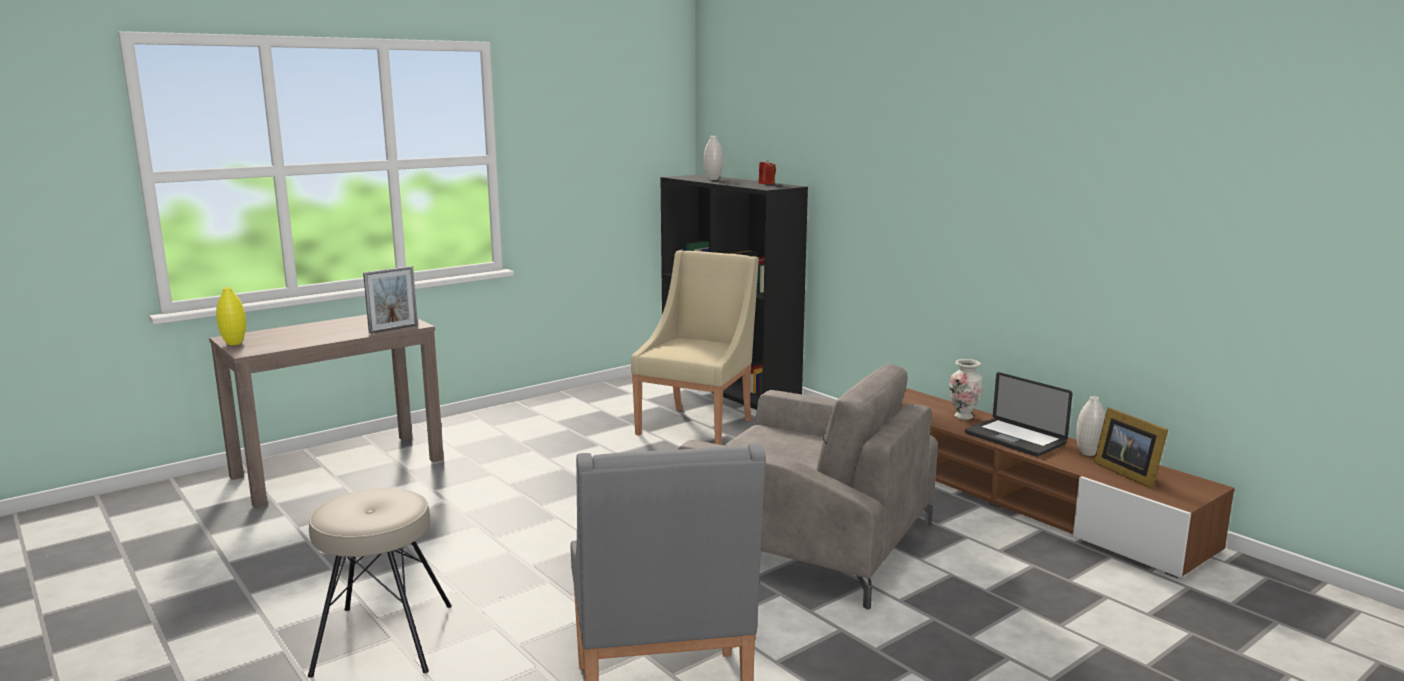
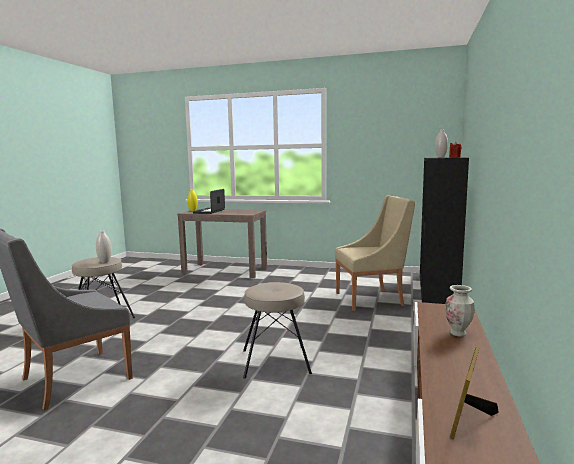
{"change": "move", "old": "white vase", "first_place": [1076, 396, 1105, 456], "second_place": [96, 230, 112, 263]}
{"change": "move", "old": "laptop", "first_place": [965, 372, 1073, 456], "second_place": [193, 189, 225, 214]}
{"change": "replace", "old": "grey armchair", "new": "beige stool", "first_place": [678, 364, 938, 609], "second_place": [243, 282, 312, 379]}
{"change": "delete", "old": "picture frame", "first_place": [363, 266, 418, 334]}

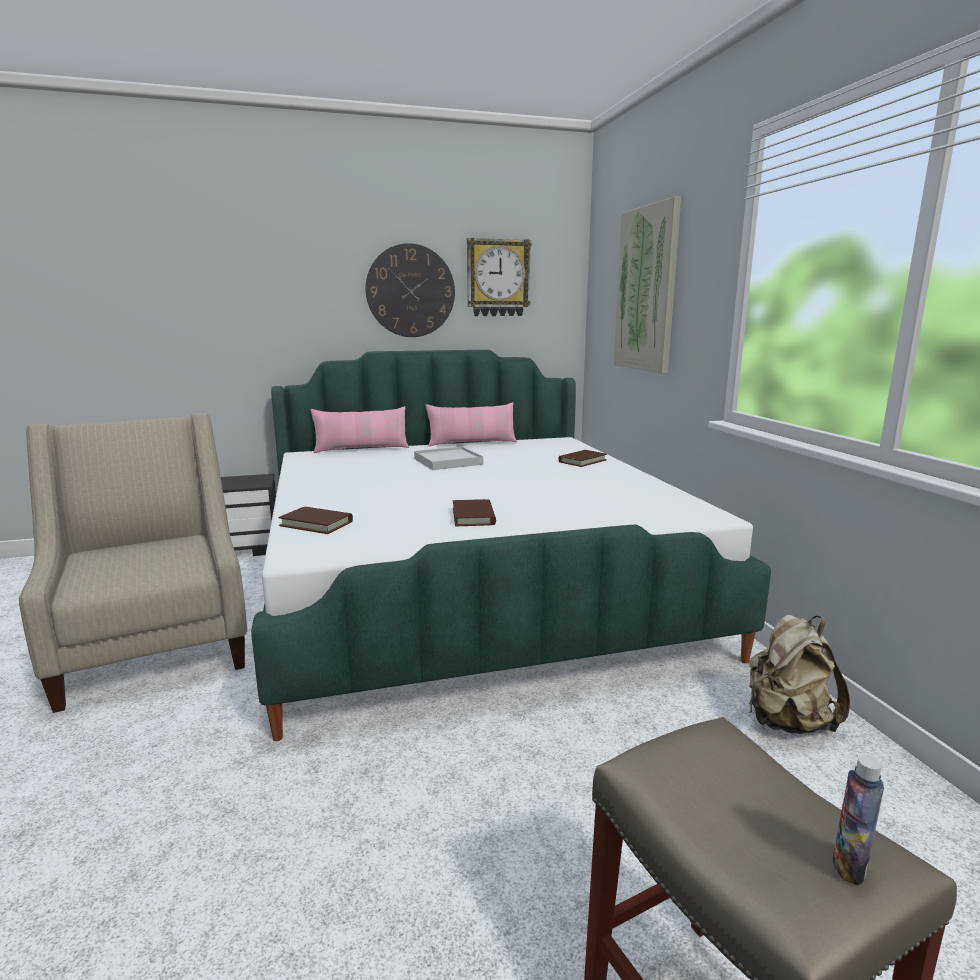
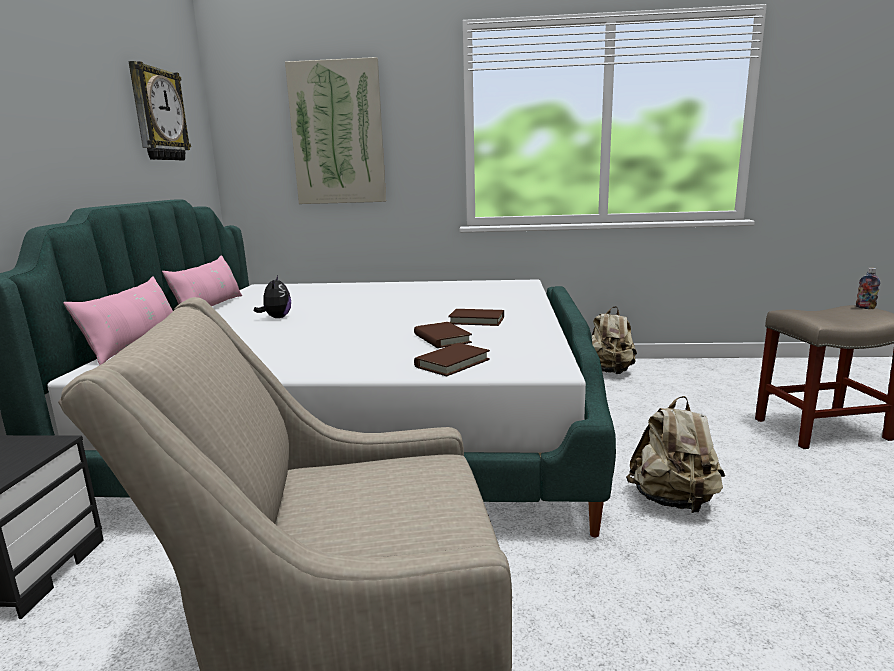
{"change": "replace", "old": "white tray", "new": "plush toy", "first_place": [414, 447, 483, 470], "second_place": [254, 276, 291, 318]}
{"change": "move", "old": "brown book", "first_place": [558, 450, 607, 467], "second_place": [414, 322, 472, 348]}
{"change": "insert", "new": "beige backpack", "second_place": [626, 396, 725, 513]}
{"change": "delete", "old": "wall clock", "first_place": [365, 243, 455, 337]}

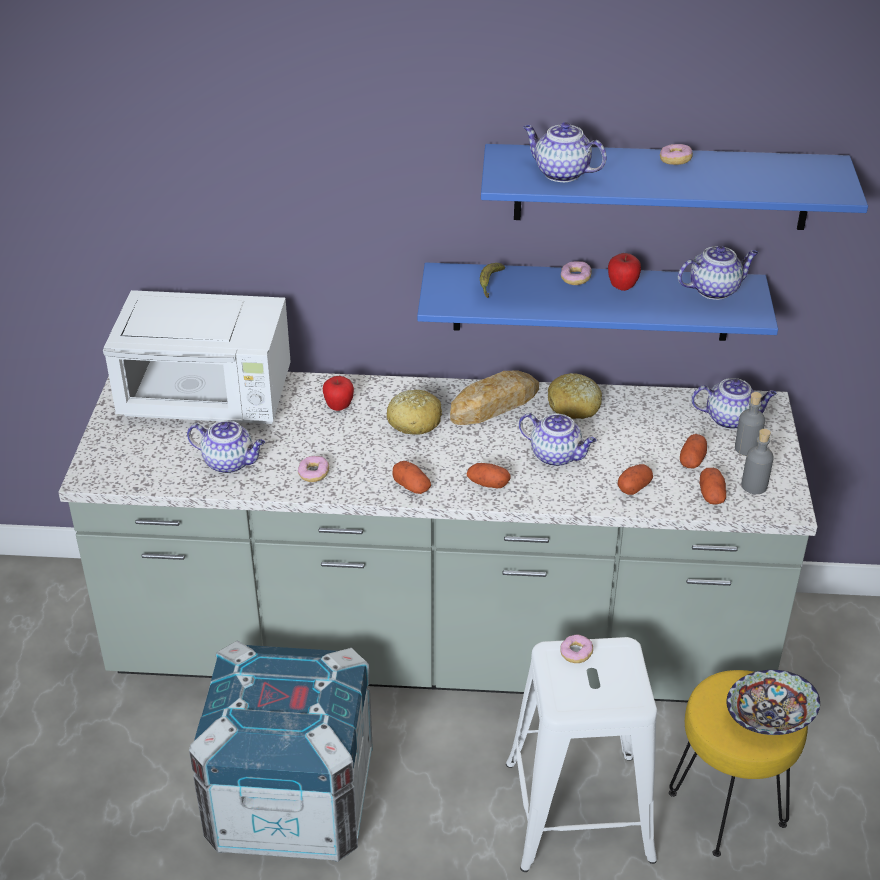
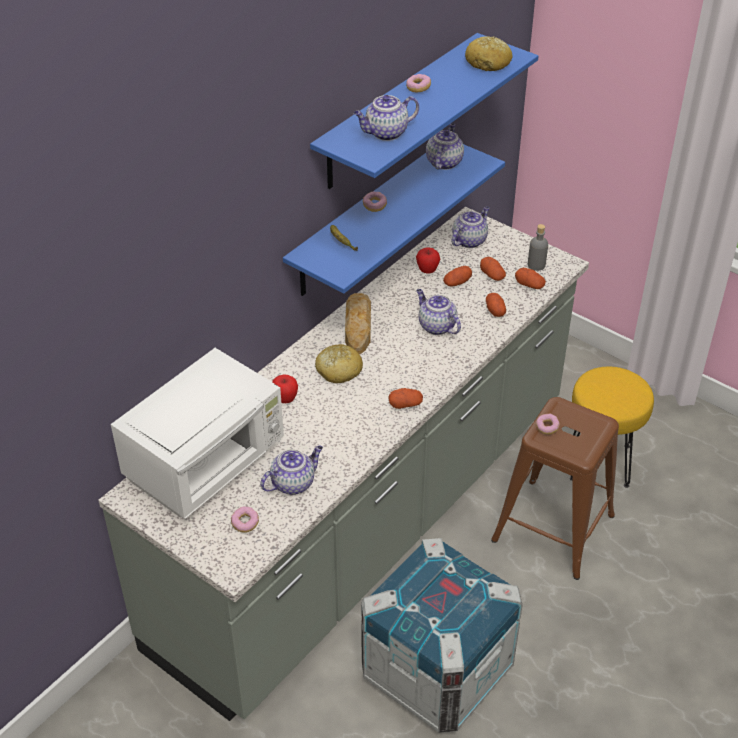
{"change": "move", "old": "donut", "first_place": [298, 456, 329, 482], "second_place": [231, 506, 259, 533]}
{"change": "move", "old": "apple", "first_place": [608, 253, 641, 291], "second_place": [416, 248, 440, 274]}
{"change": "rotate", "old": "teapot", "first_place": [519, 413, 597, 466], "second_place": [416, 289, 461, 335], "degrees": -105}
{"change": "move", "old": "potato", "first_place": [467, 463, 511, 488], "second_place": [443, 266, 472, 286]}
{"change": "move", "old": "bread", "first_place": [548, 373, 602, 419], "second_place": [465, 36, 512, 71]}
{"change": "recolor", "old": "white stool", "new": "brown stool", "first_place": [506, 637, 657, 872], "second_place": [491, 397, 619, 580]}
{"change": "delete", "old": "bowl", "first_place": [726, 670, 820, 735]}
{"change": "delete", "old": "grey bottle", "first_place": [735, 392, 765, 456]}

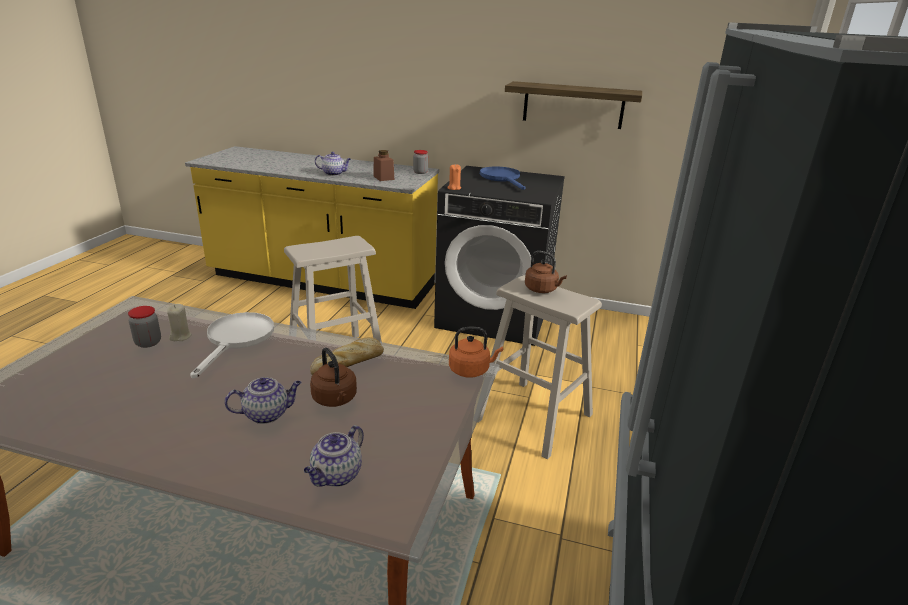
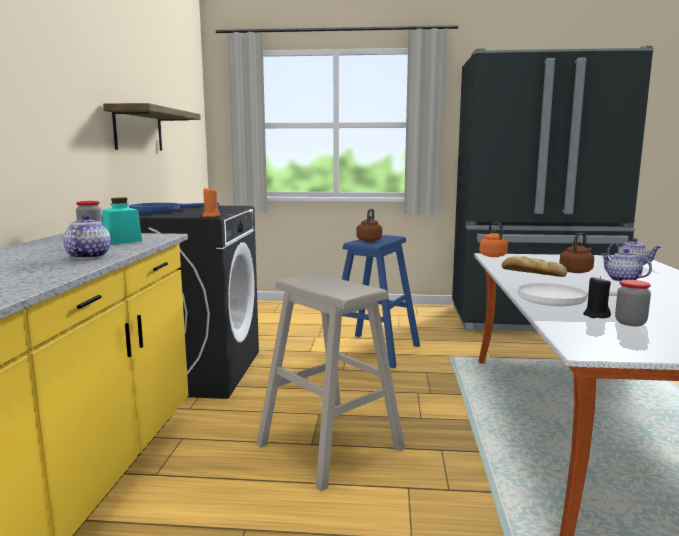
{"change": "recolor", "old": "brown jar", "new": "turquoise jar", "first_place": [373, 150, 394, 181], "second_place": [102, 198, 142, 245]}
{"change": "recolor", "old": "beige stool", "new": "blue stool", "first_place": [477, 275, 602, 459], "second_place": [342, 235, 420, 368]}
{"change": "recolor", "old": "beige candle", "new": "black candle", "first_place": [167, 304, 192, 341], "second_place": [583, 276, 611, 318]}

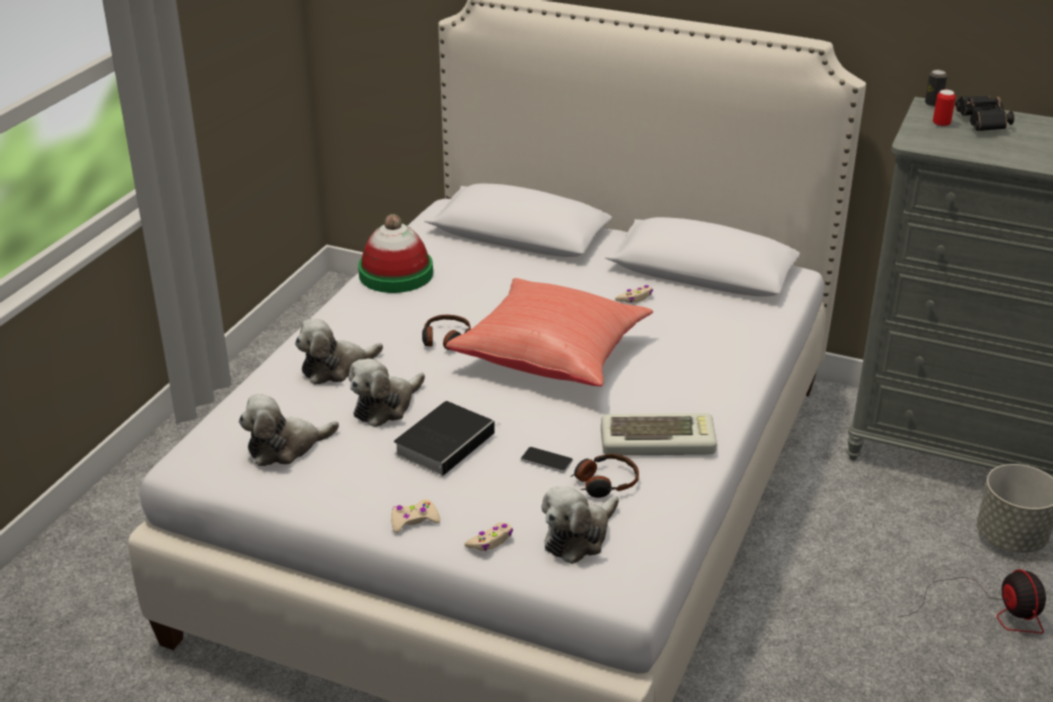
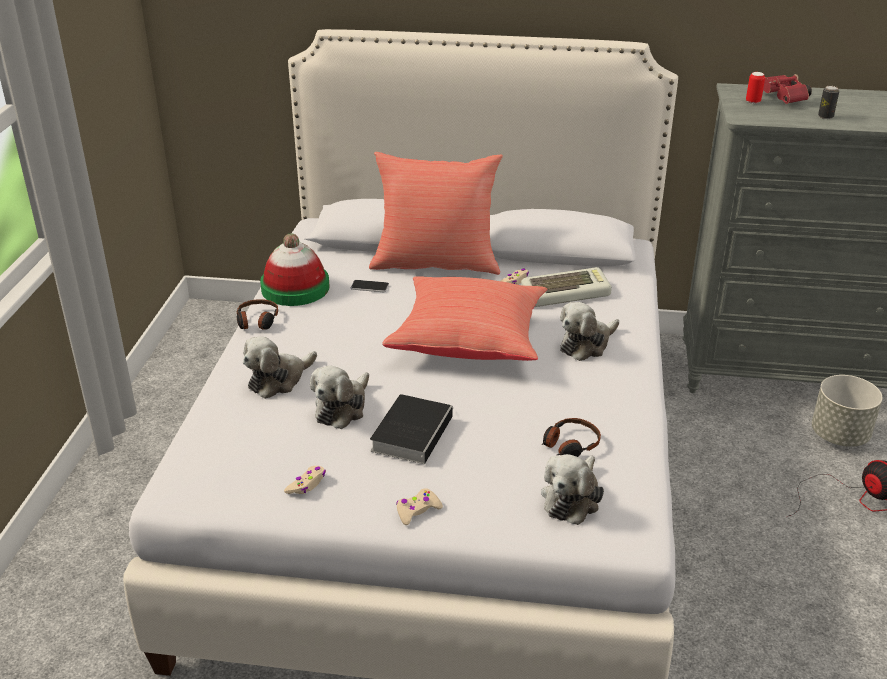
{"change": "move", "old": "headphones", "first_place": [422, 315, 470, 350], "second_place": [237, 299, 278, 330]}
{"change": "move", "old": "beige game controller", "first_place": [464, 522, 513, 551], "second_place": [284, 466, 326, 494]}
{"change": "move", "old": "phone", "first_place": [521, 447, 573, 473], "second_place": [351, 280, 389, 292]}
{"change": "insert", "new": "red pillow", "second_place": [369, 152, 503, 275]}
{"change": "move", "old": "keyboard", "first_place": [601, 413, 717, 456], "second_place": [521, 267, 612, 307]}
{"change": "move", "old": "plush toy", "first_place": [239, 394, 339, 466], "second_place": [560, 302, 619, 361]}
{"change": "recolor", "old": "black binoculars", "new": "red binoculars", "first_place": [955, 96, 1014, 131], "second_place": [763, 74, 812, 104]}
{"change": "move", "old": "can", "first_place": [925, 70, 947, 107], "second_place": [818, 86, 839, 119]}

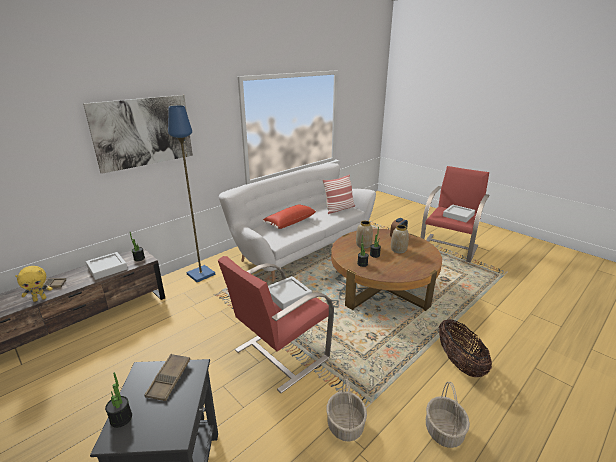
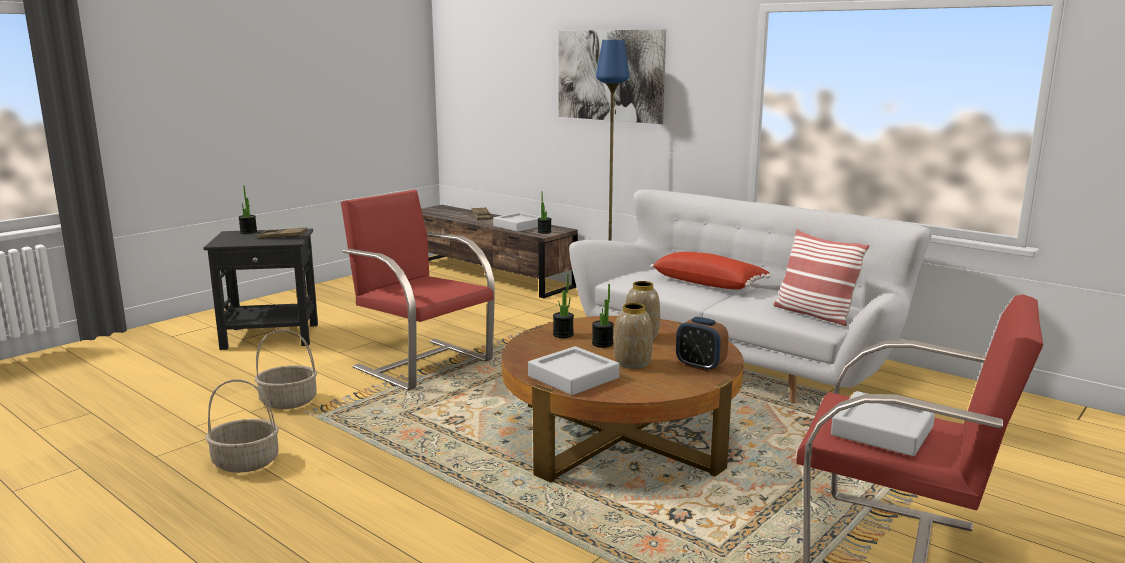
{"change": "move", "old": "grey tray", "first_place": [268, 276, 312, 310], "second_place": [528, 346, 620, 395]}
{"change": "delete", "old": "yellow plush toy", "first_place": [15, 266, 53, 302]}
{"change": "delete", "old": "basket", "first_place": [439, 319, 492, 377]}

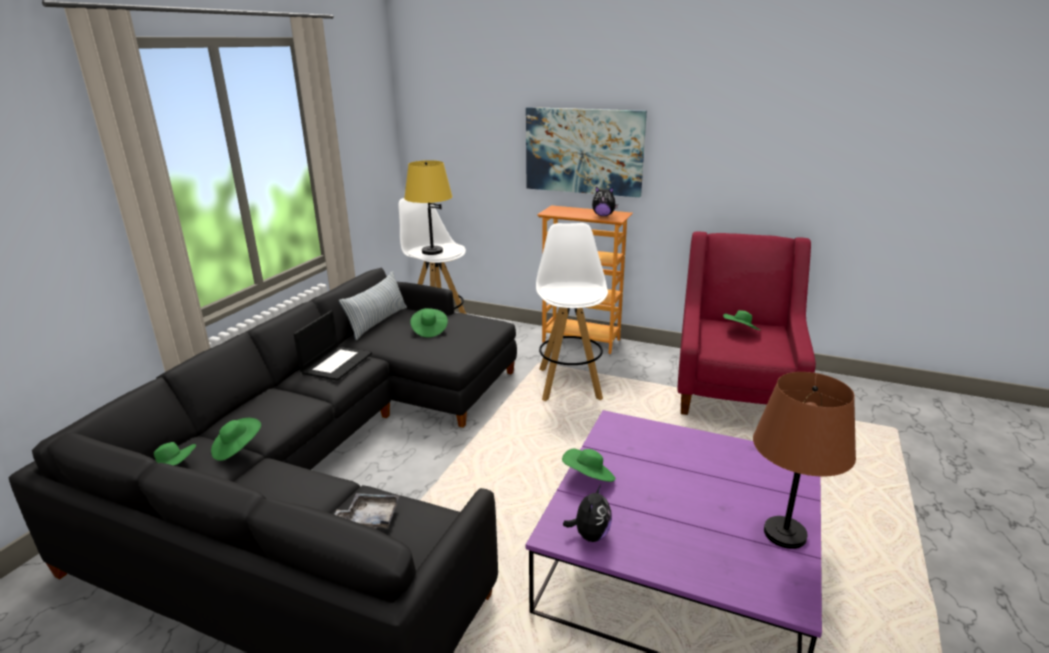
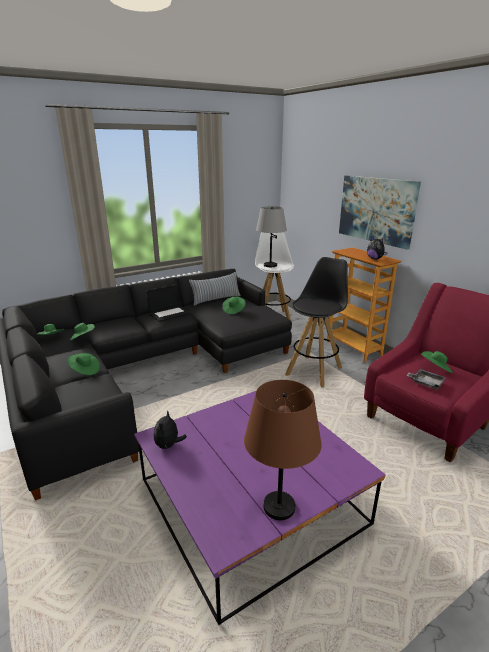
{"change": "move", "old": "green hat", "first_place": [562, 449, 615, 482], "second_place": [68, 353, 100, 375]}
{"change": "rotate", "old": "plush toy", "first_place": [563, 485, 612, 542], "second_place": [154, 410, 187, 450], "degrees": 135}
{"change": "recolor", "old": "yellow table lamp", "new": "grey table lamp", "first_place": [404, 160, 452, 255], "second_place": [256, 206, 287, 267]}
{"change": "recolor", "old": "white stool", "new": "black stool", "first_place": [536, 223, 608, 401], "second_place": [285, 257, 348, 388]}
{"change": "move", "old": "grey tray", "first_place": [334, 493, 400, 529], "second_place": [406, 369, 446, 390]}

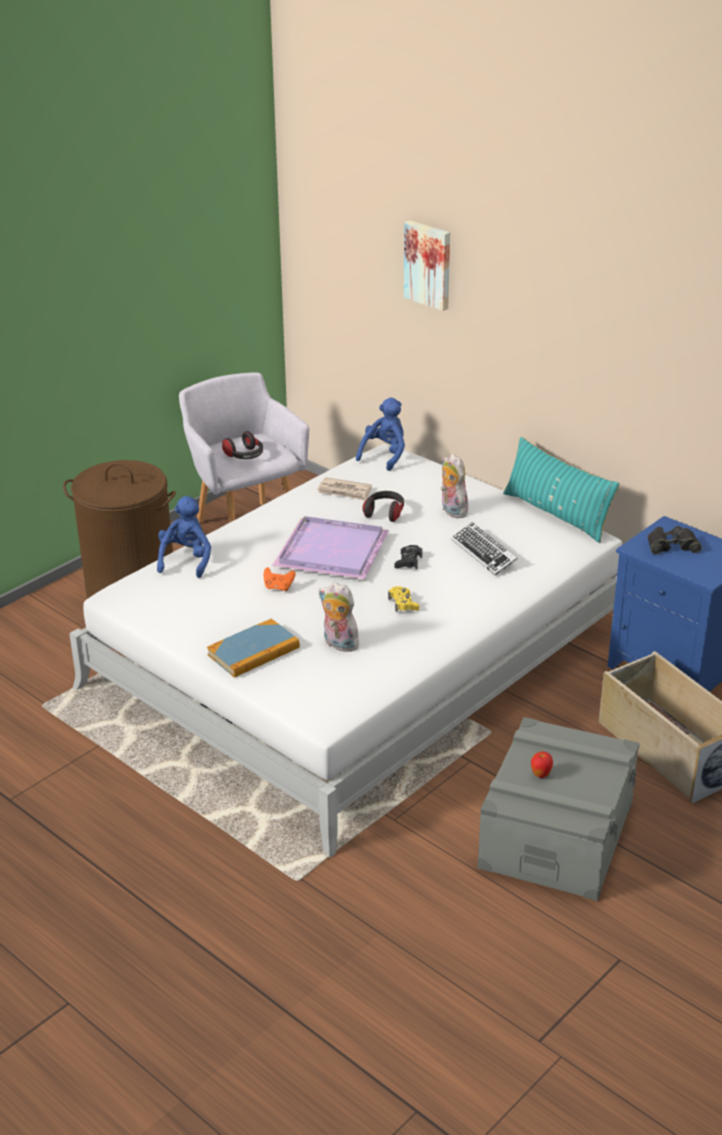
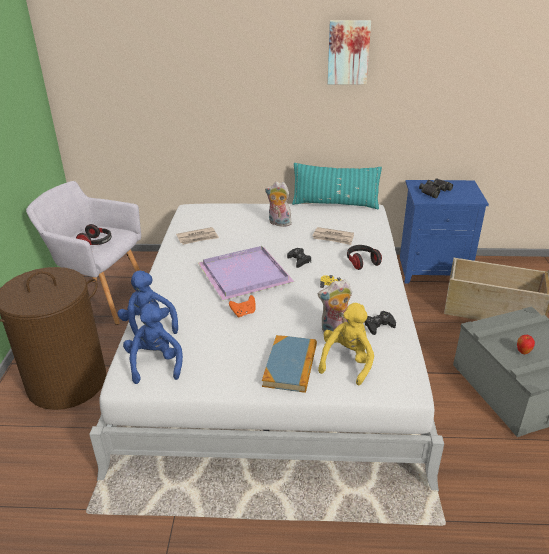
{"change": "move", "old": "blue plush toy", "first_place": [356, 397, 405, 471], "second_place": [123, 304, 183, 384]}
{"change": "replace", "old": "keyboard", "new": "newspaper", "first_place": [451, 522, 518, 575], "second_place": [313, 227, 354, 245]}
{"change": "insert", "new": "yellow plush toy", "second_place": [318, 303, 374, 385]}
{"change": "move", "old": "picture", "first_place": [404, 220, 450, 311], "second_place": [327, 20, 371, 84]}
{"change": "move", "old": "headphones", "first_place": [362, 491, 404, 522], "second_place": [347, 245, 382, 270]}
{"change": "insert", "new": "black game controller", "second_place": [364, 311, 396, 335]}

